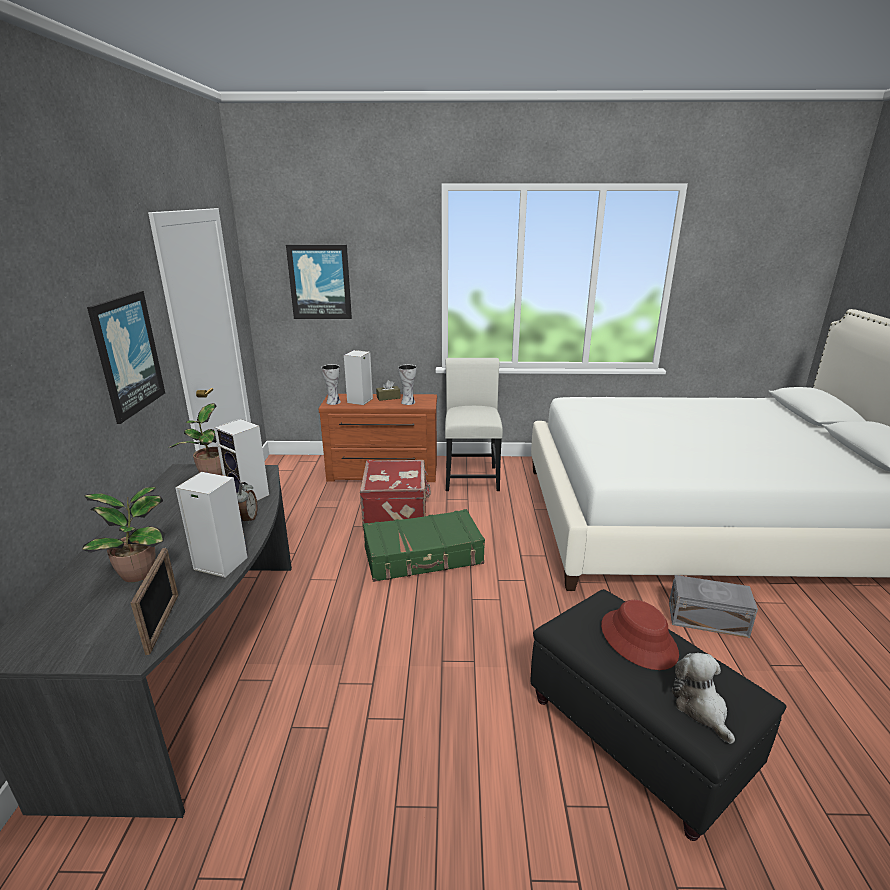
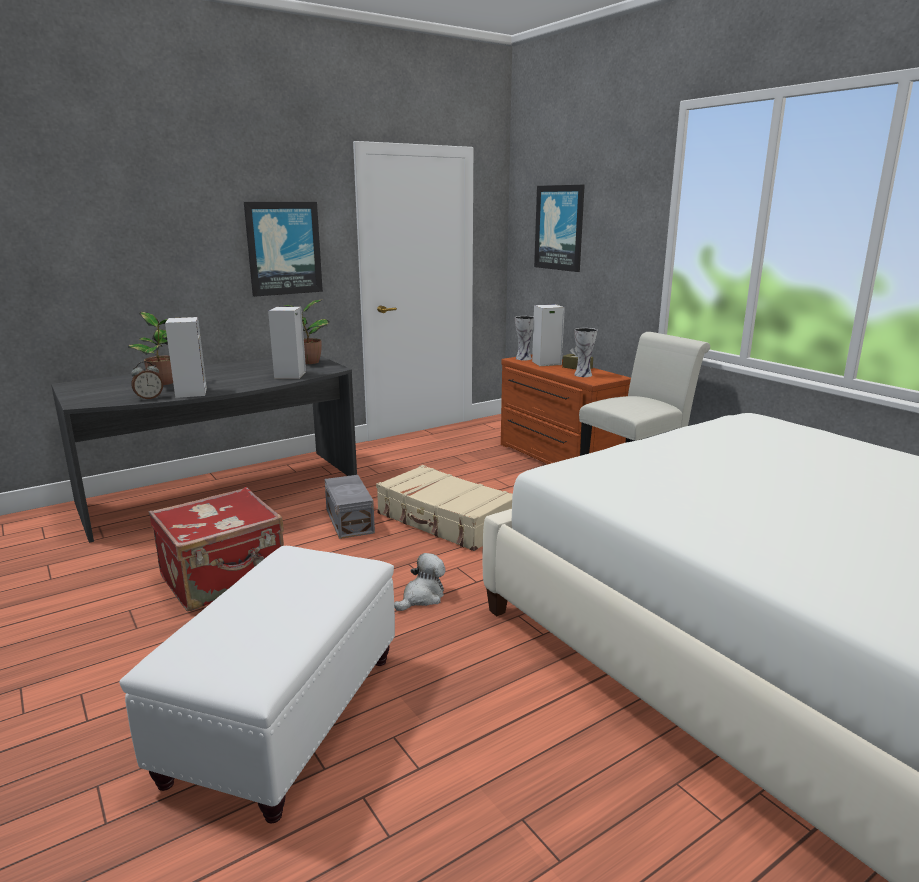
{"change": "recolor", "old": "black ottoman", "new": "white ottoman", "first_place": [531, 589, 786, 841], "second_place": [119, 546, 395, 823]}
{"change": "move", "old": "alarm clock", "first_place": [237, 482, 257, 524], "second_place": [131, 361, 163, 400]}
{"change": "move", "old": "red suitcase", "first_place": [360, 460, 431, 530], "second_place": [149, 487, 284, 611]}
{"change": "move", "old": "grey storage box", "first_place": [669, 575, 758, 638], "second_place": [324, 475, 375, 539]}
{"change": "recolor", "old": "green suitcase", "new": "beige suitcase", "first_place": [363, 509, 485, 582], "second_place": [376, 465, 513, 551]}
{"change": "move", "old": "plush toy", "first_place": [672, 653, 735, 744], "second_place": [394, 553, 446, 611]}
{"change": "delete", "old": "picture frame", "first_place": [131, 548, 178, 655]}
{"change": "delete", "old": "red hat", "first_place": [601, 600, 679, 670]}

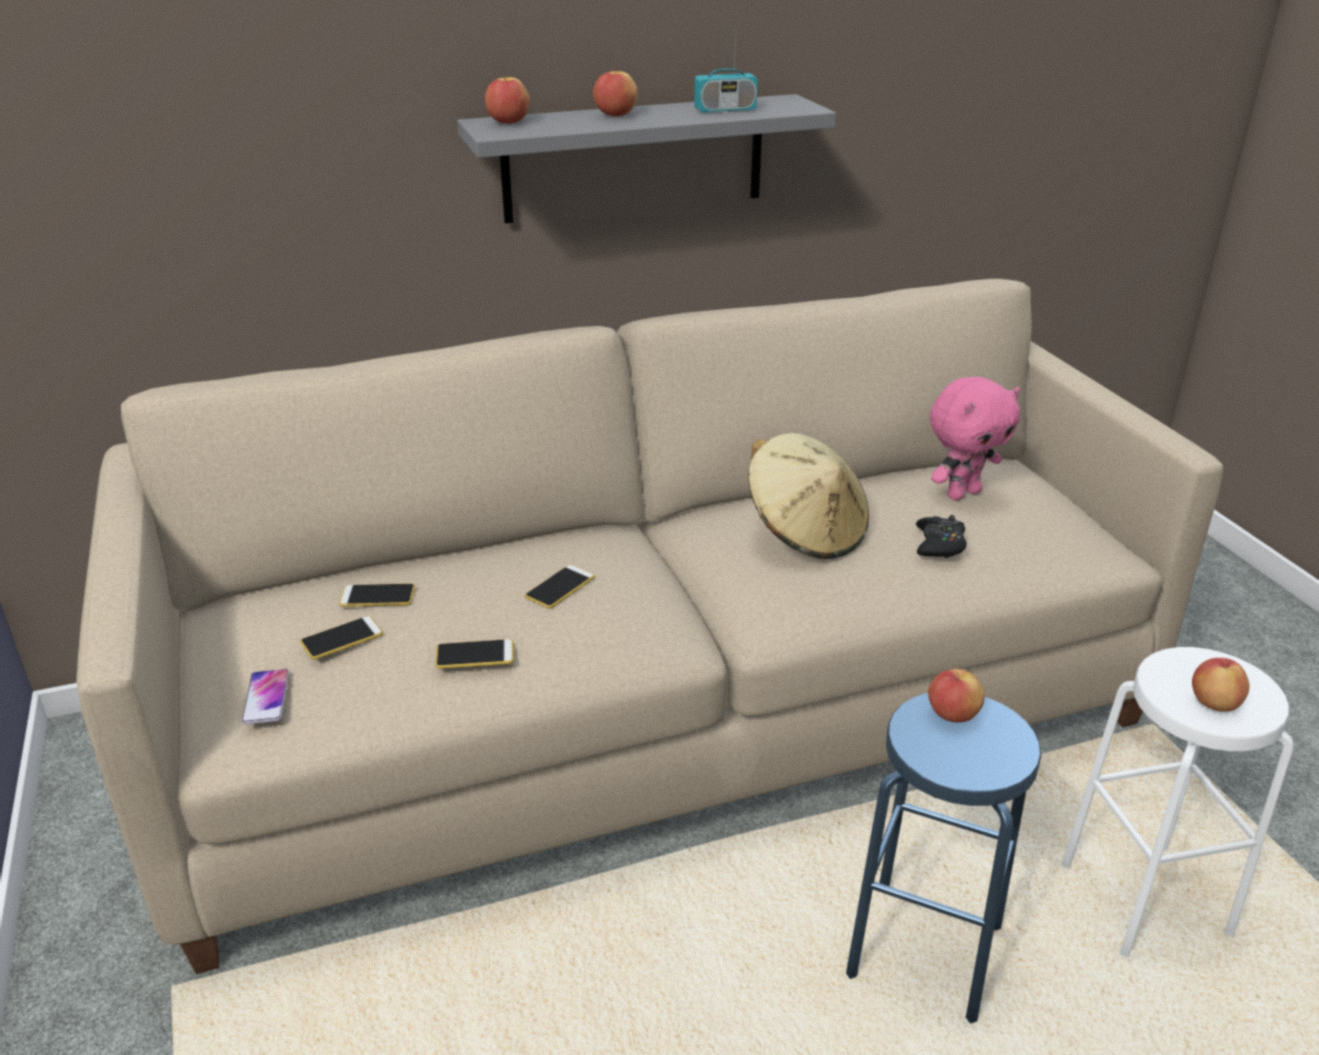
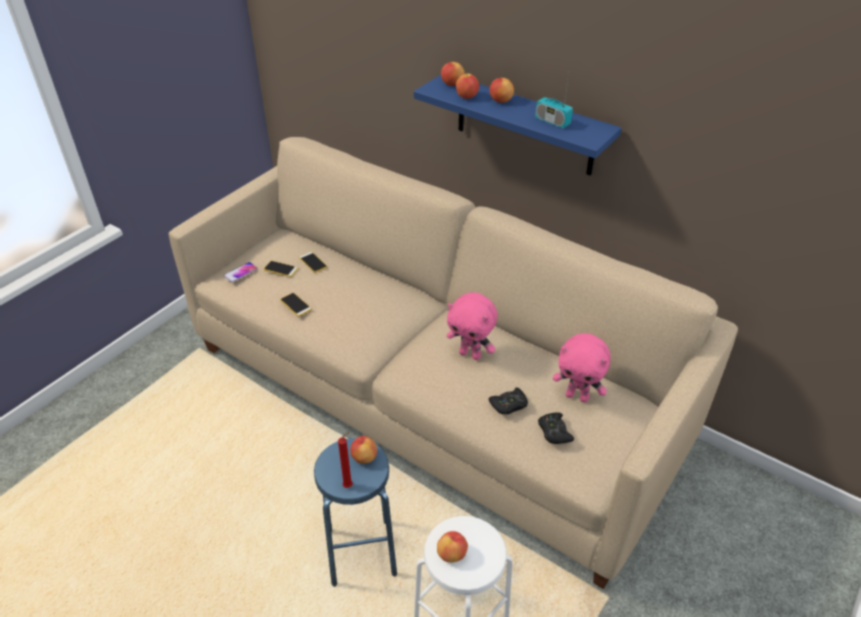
{"change": "insert", "new": "red candle", "second_place": [338, 431, 353, 488]}
{"change": "recolor", "old": "grey shelf", "new": "blue shelf", "first_place": [457, 94, 836, 224], "second_place": [414, 75, 622, 176]}
{"change": "replace", "old": "beige hat", "new": "pink plush toy", "first_place": [748, 433, 869, 559], "second_place": [447, 293, 498, 360]}
{"change": "insert", "new": "apple", "second_place": [456, 74, 479, 99]}
{"change": "insert", "new": "black game controller", "second_place": [538, 412, 574, 444]}
{"change": "delete", "old": "phone", "first_place": [525, 565, 594, 609]}

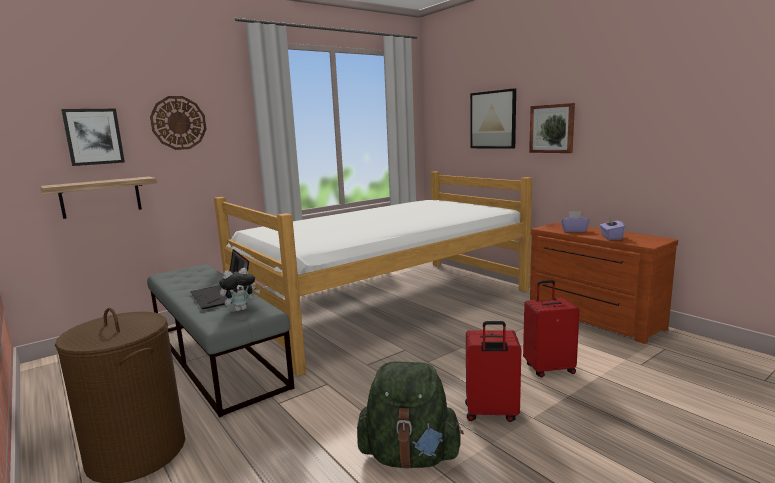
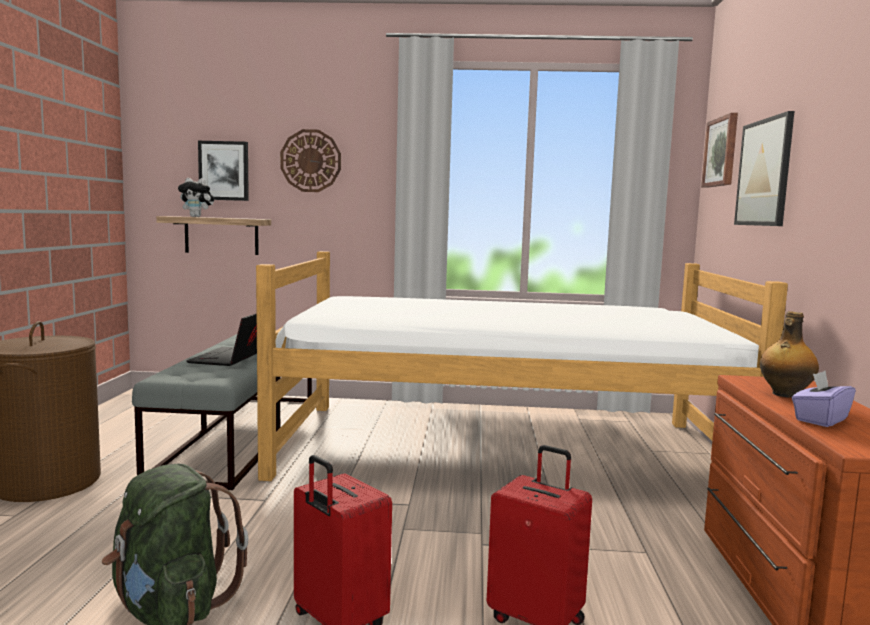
{"change": "move", "old": "plush toy", "first_place": [219, 268, 260, 311], "second_place": [178, 178, 214, 217]}
{"change": "move", "old": "picture", "first_place": [529, 103, 575, 153], "second_place": [701, 113, 738, 188]}
{"change": "replace", "old": "purple tissue box", "new": "bottle", "first_place": [561, 211, 590, 232], "second_place": [760, 311, 819, 398]}

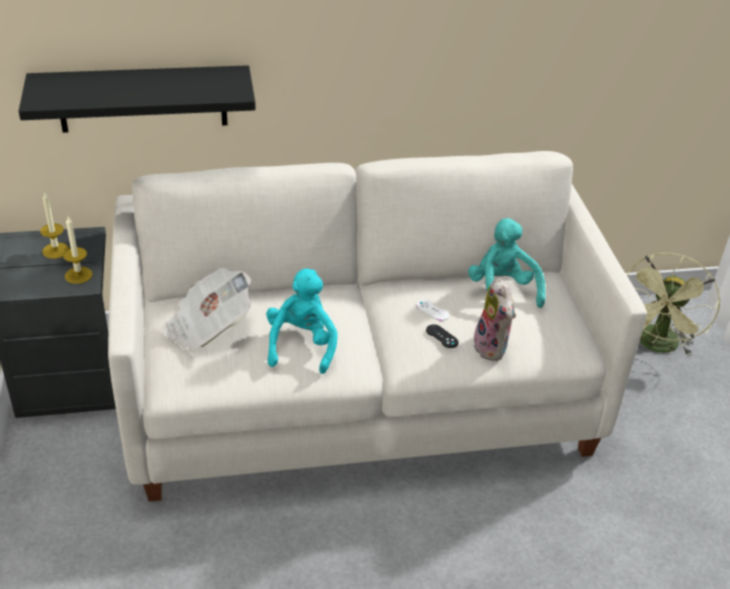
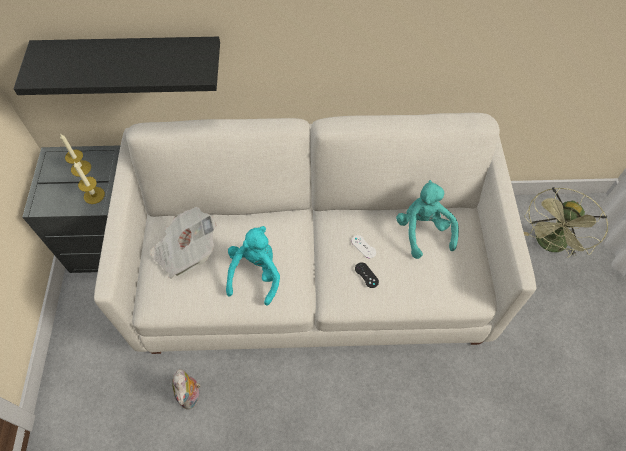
{"change": "move", "old": "plush toy", "first_place": [474, 278, 516, 361], "second_place": [172, 369, 200, 410]}

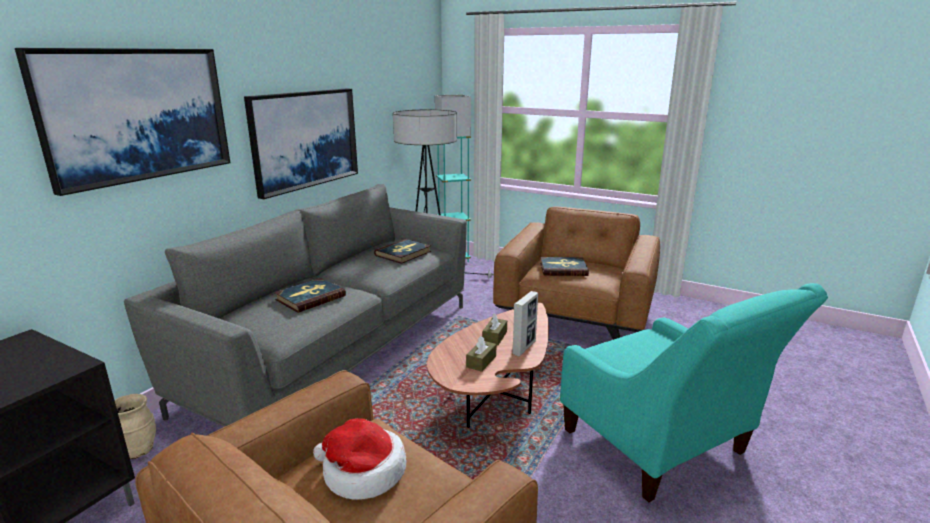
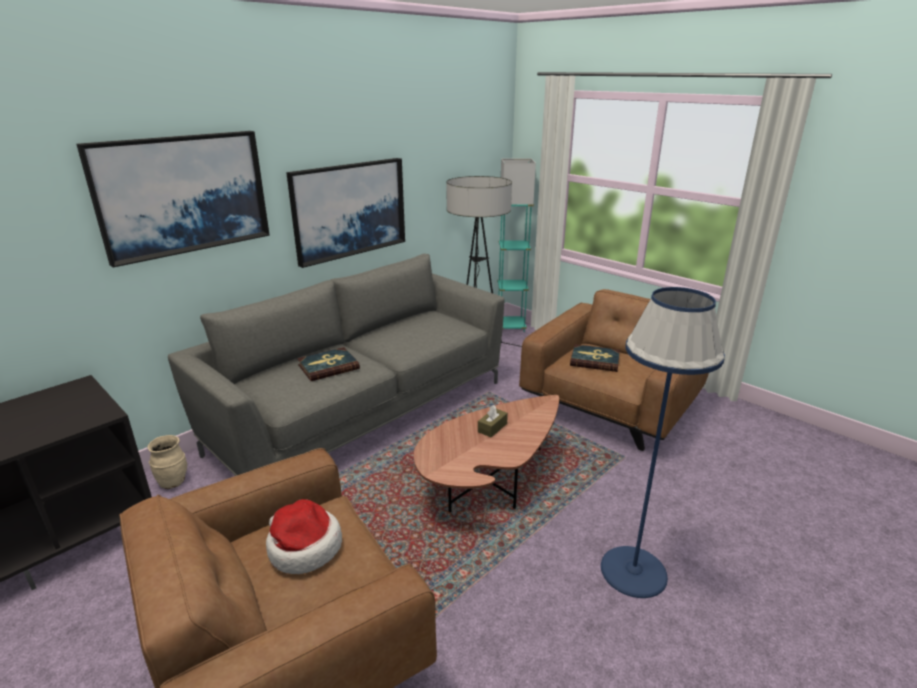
{"change": "replace", "old": "turquoise armchair", "new": "blue floor lamp", "first_place": [560, 283, 828, 502], "second_place": [601, 287, 725, 598]}
{"change": "delete", "old": "book", "first_place": [374, 239, 431, 264]}
{"change": "delete", "old": "brown tissue box", "first_place": [466, 336, 496, 372]}
{"change": "delete", "old": "picture frame", "first_place": [512, 291, 538, 356]}

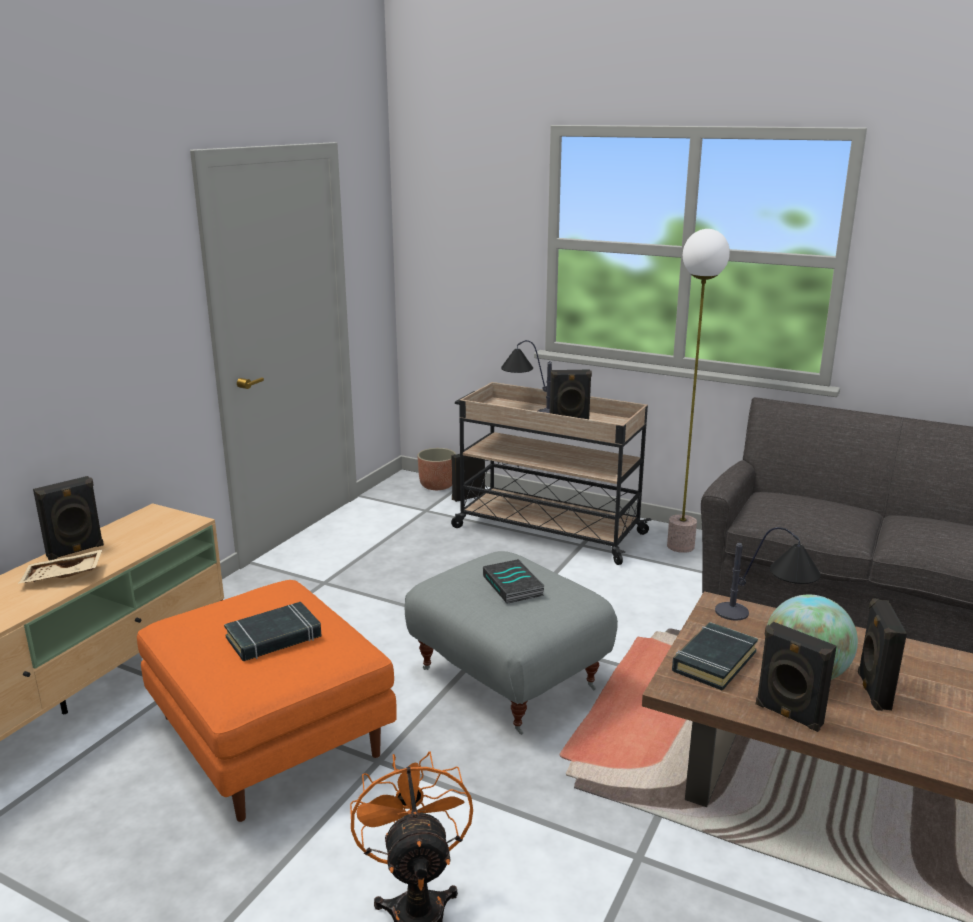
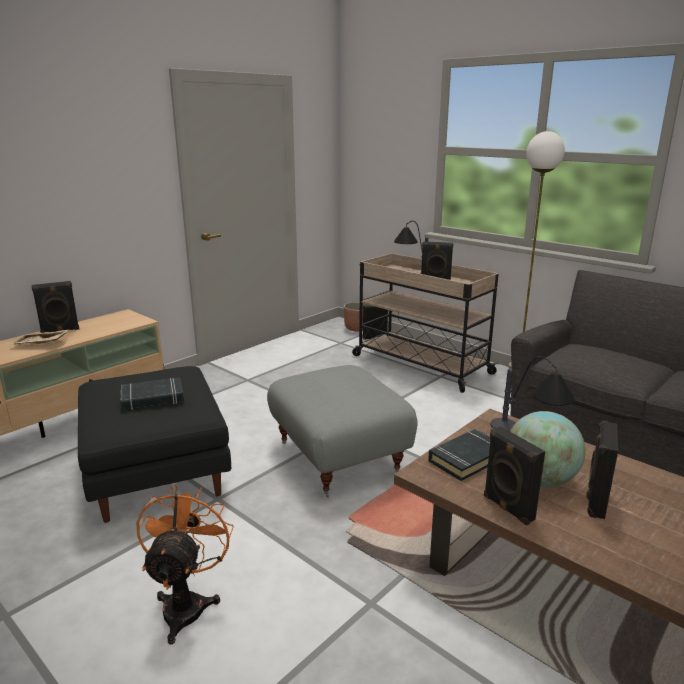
{"change": "recolor", "old": "orange ottoman", "new": "black ottoman", "first_place": [137, 580, 397, 822], "second_place": [78, 366, 231, 523]}
{"change": "delete", "old": "book", "first_place": [483, 559, 544, 604]}

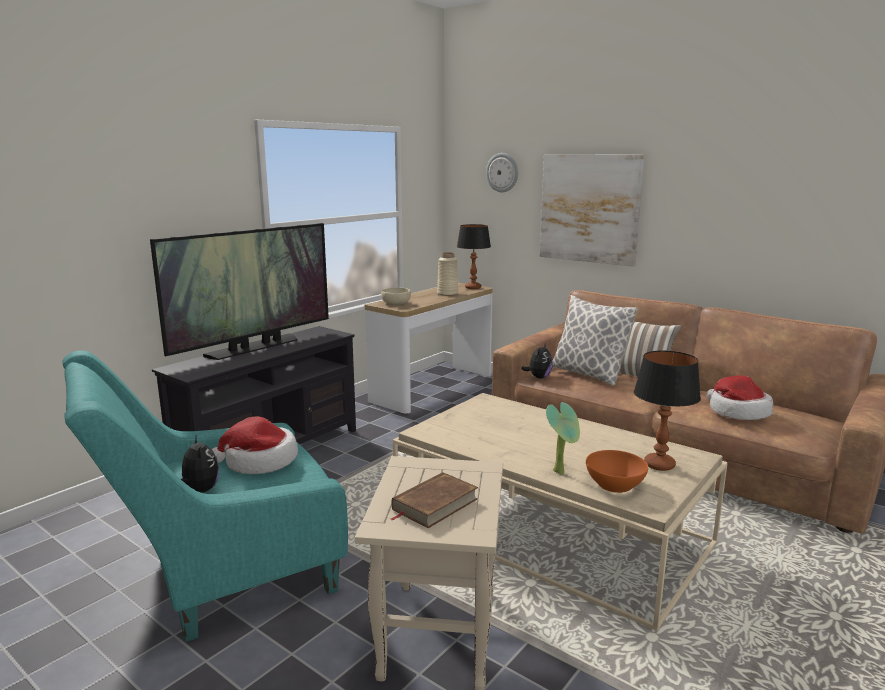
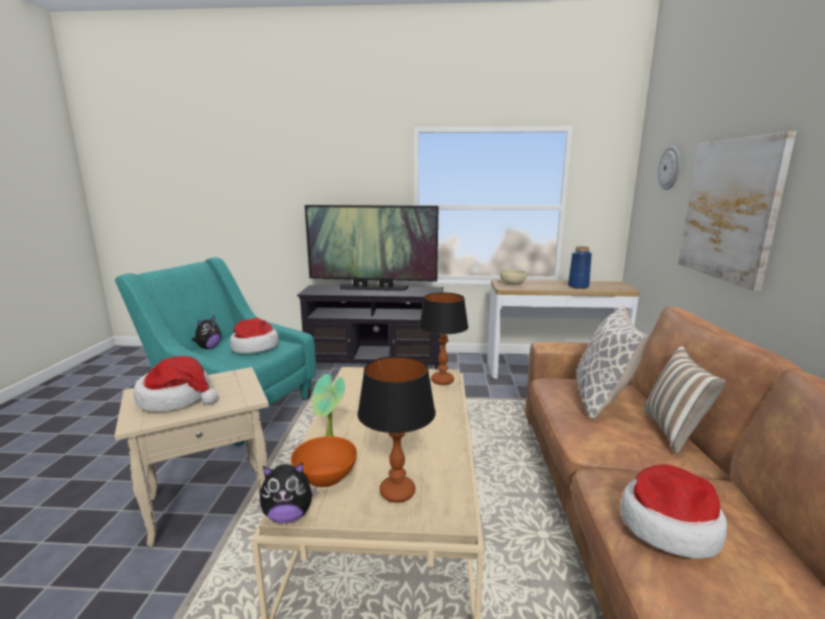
{"change": "replace", "old": "brown book", "new": "hat", "first_place": [391, 472, 478, 528], "second_place": [133, 356, 218, 411]}
{"change": "move", "old": "plush toy", "first_place": [522, 343, 553, 378], "second_place": [260, 462, 317, 523]}
{"change": "move", "old": "table lamp", "first_place": [457, 224, 491, 289], "second_place": [419, 293, 468, 385]}
{"change": "recolor", "old": "beige vase", "new": "blue vase", "first_place": [437, 252, 458, 296], "second_place": [568, 246, 592, 289]}

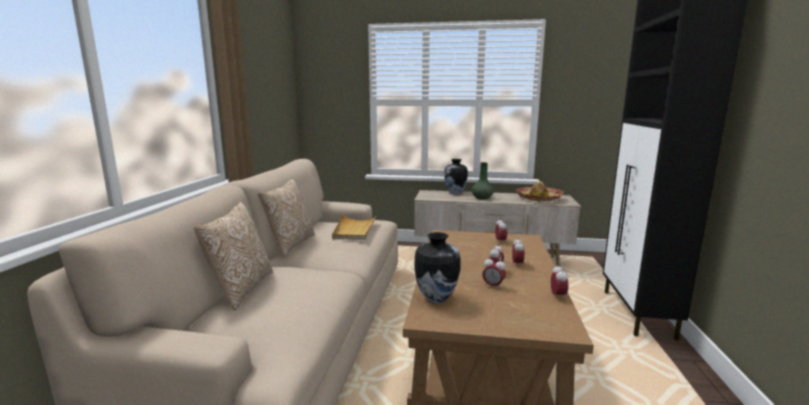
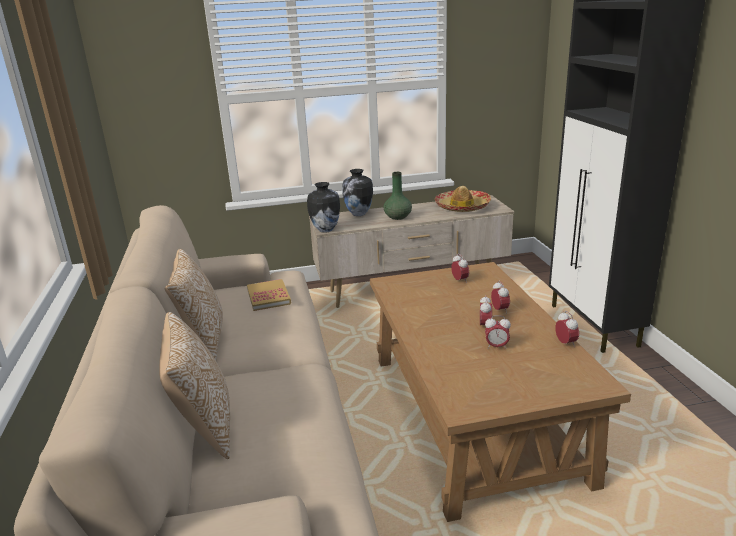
{"change": "replace", "old": "beige tray", "new": "book", "first_place": [332, 215, 377, 240], "second_place": [247, 279, 291, 311]}
{"change": "move", "old": "vase", "first_place": [414, 232, 460, 303], "second_place": [307, 182, 340, 233]}

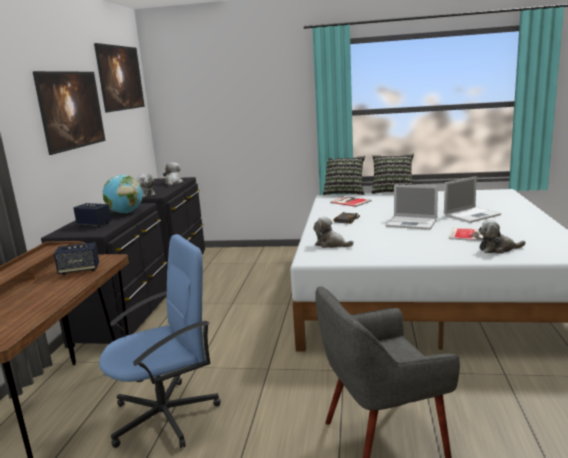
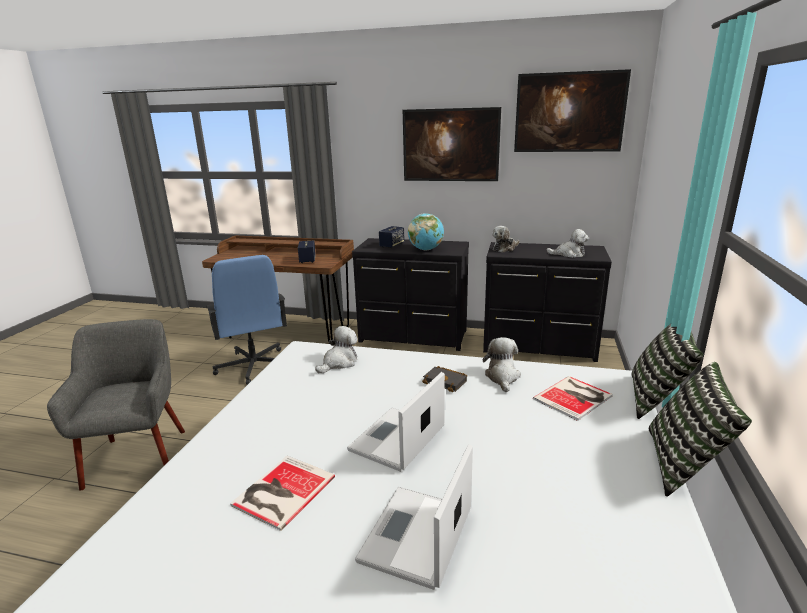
{"change": "rotate", "old": "laptop", "first_place": [444, 176, 501, 223], "second_place": [355, 444, 473, 590], "degrees": 45}
{"change": "move", "old": "plush toy", "first_place": [478, 220, 525, 254], "second_place": [483, 337, 521, 392]}

